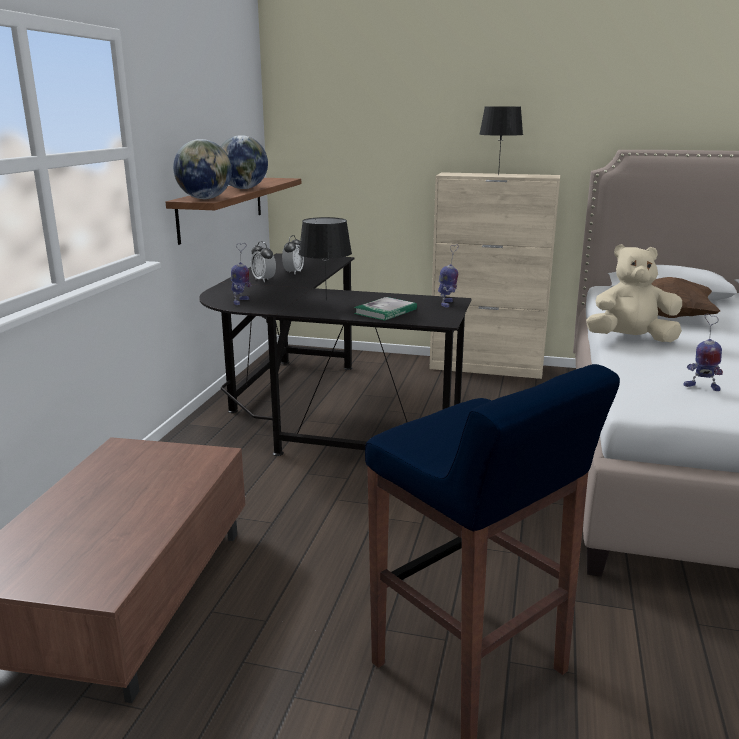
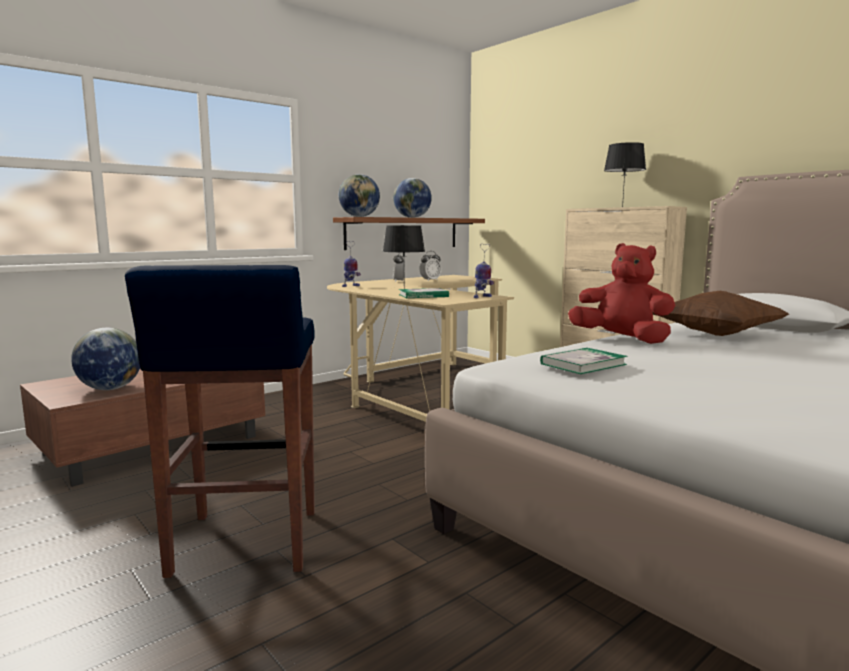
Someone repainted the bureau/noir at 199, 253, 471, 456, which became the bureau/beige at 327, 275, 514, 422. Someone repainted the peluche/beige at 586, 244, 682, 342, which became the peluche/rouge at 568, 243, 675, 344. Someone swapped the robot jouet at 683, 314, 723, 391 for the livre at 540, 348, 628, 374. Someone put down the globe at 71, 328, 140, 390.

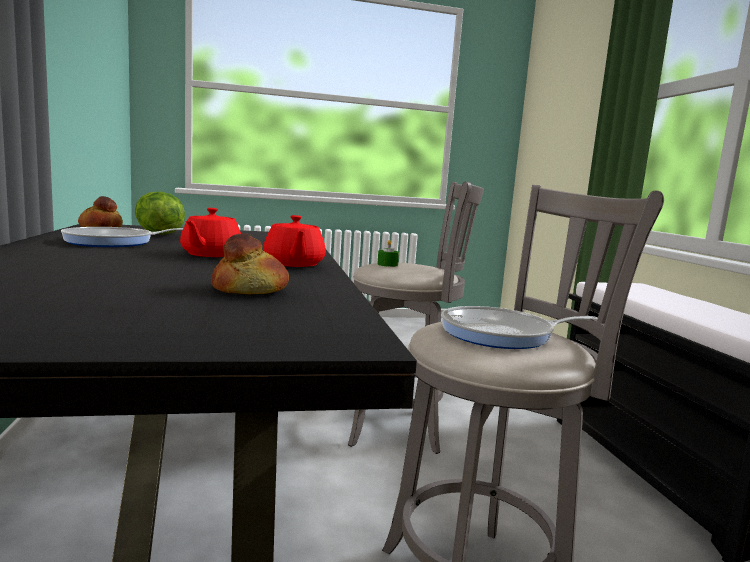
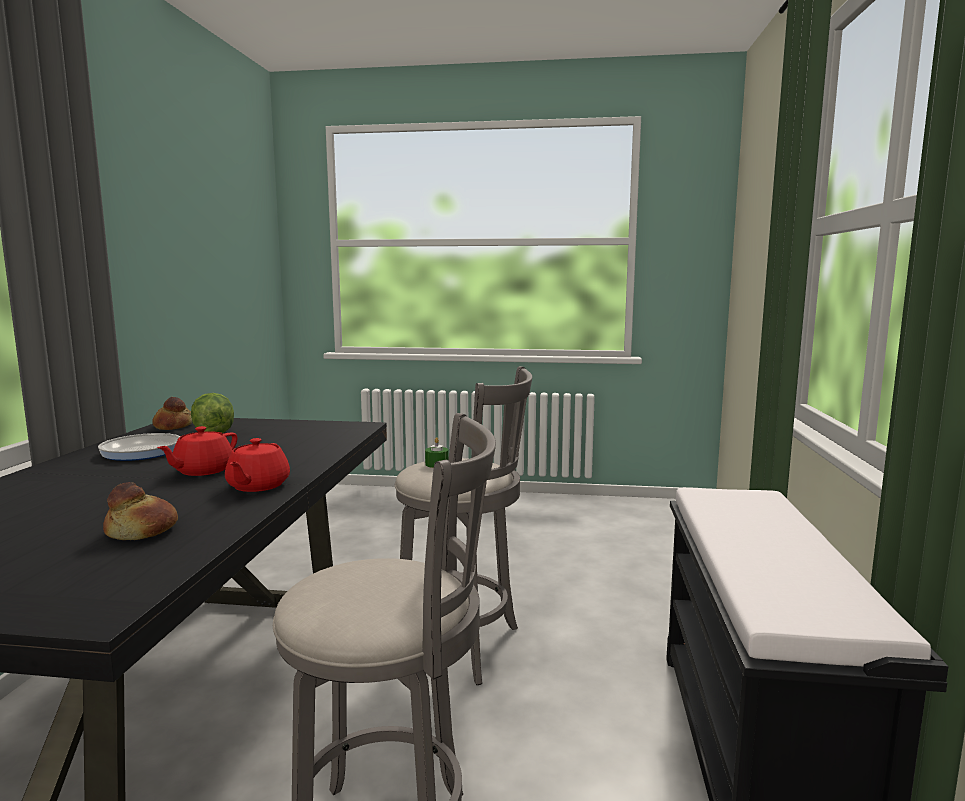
Someone took away the poêle at 441, 306, 598, 349.

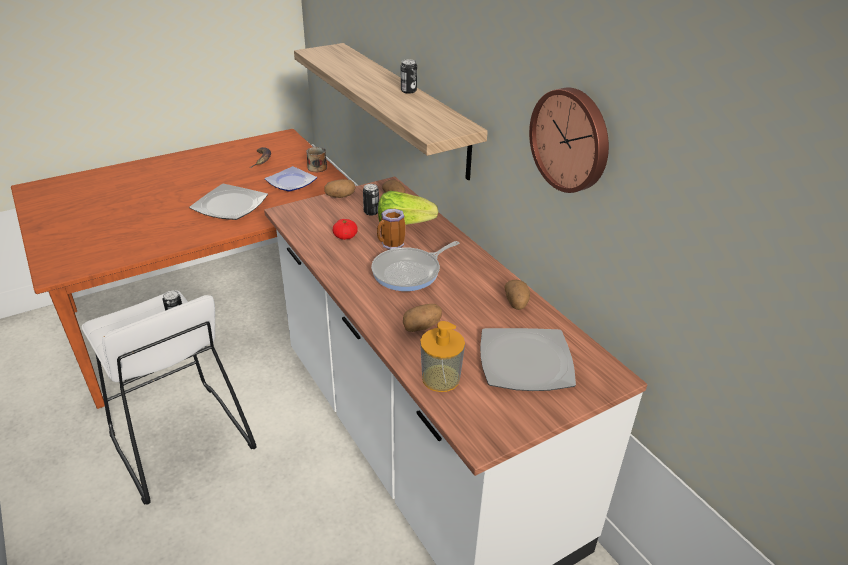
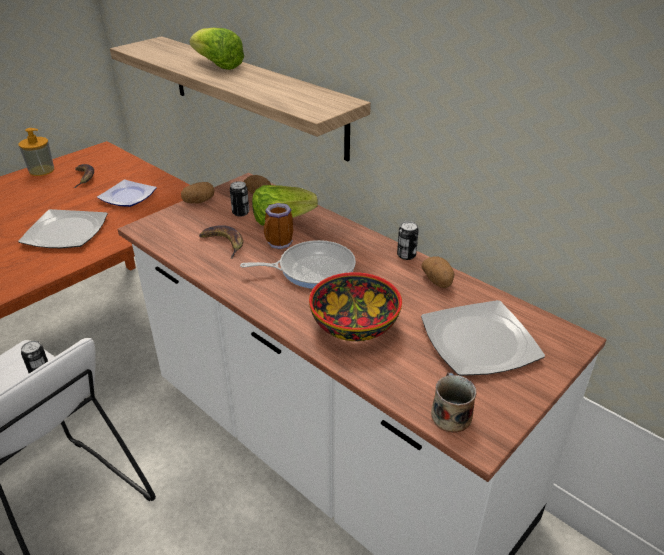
Someone carried the mug from 306, 147, 327, 172 to 431, 373, 477, 433. Someone swapped the tomate at 333, 219, 358, 240 for the banane at 199, 225, 243, 259. Someone rotated the poêle at 371, 241, 459, 291 by 135 degrees counterclockwise. Someone carried the boîte métallique from 401, 59, 417, 94 to 397, 221, 419, 260. Someone swapped the pomme de terre at 403, 304, 442, 332 for the bol at 309, 272, 402, 341. Someone carried the distributeur de savon from 420, 321, 465, 392 to 19, 128, 54, 176. Someone took away the horloge murale at 529, 88, 609, 193. Someone put down the laitue at 189, 28, 244, 70.

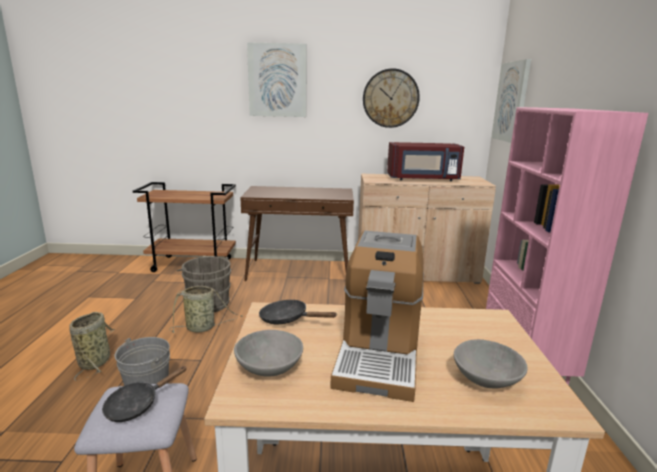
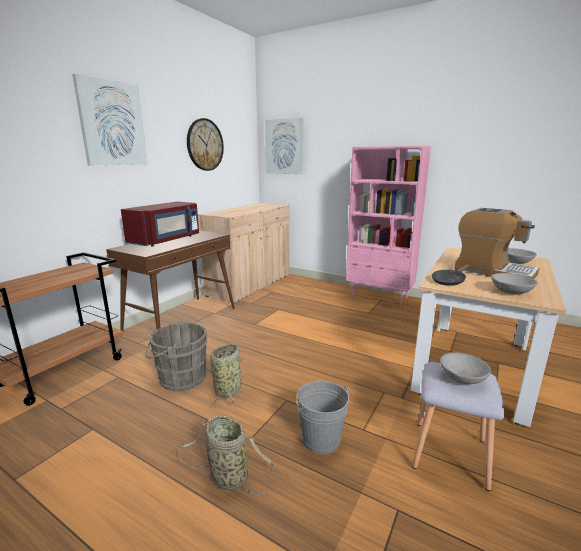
Someone swapped the poêle/noir at 102, 366, 187, 422 for the bol/gris at 440, 352, 491, 384. Someone carried the micro-ondes/rouge from 387, 142, 464, 181 to 121, 202, 199, 247.

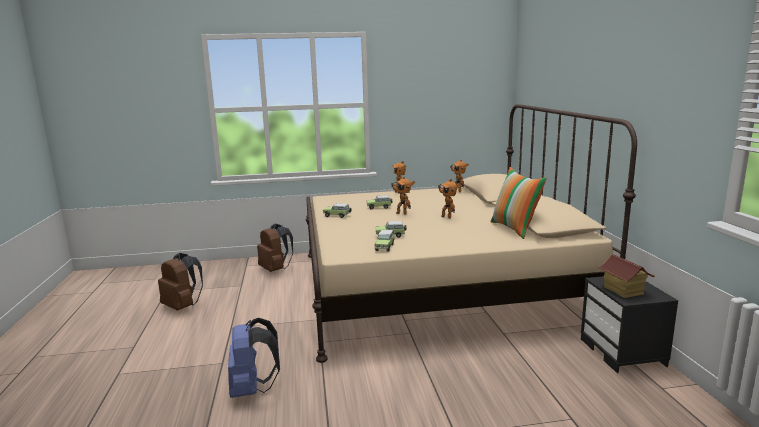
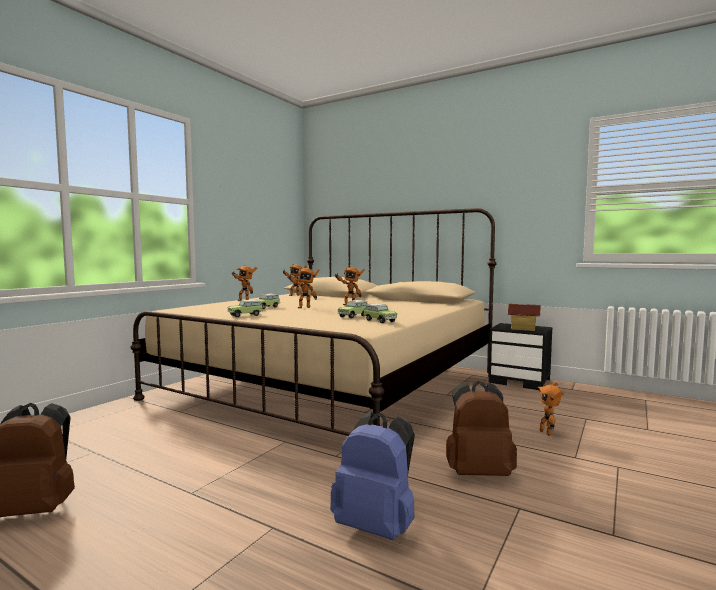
Someone carried the sac à dos/marron from 257, 224, 293, 272 to 446, 381, 517, 476. Someone took away the coussin at 491, 167, 547, 239. Someone put down the robot jouet at 537, 382, 564, 436.

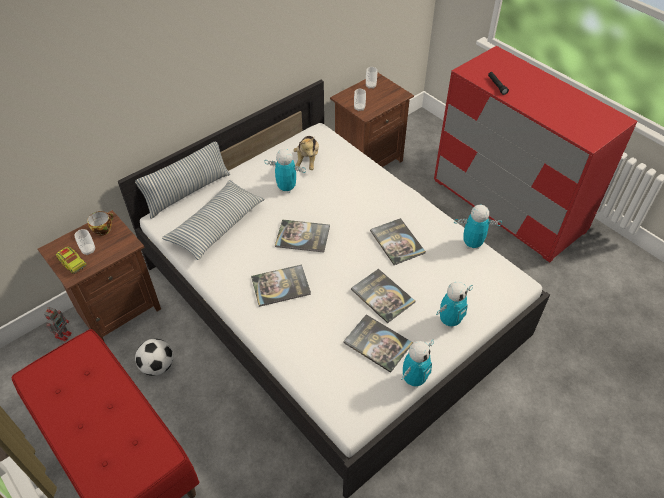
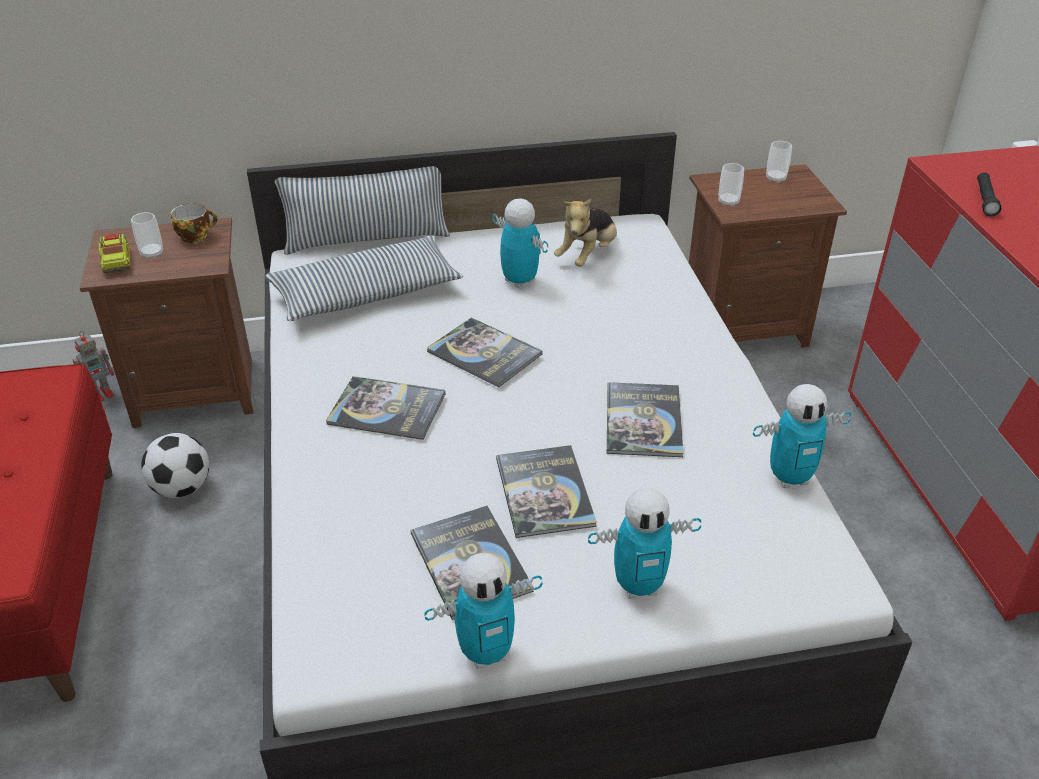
Someone rotated the robot jouet at 454, 204, 502, 249 by 135 degrees clockwise.

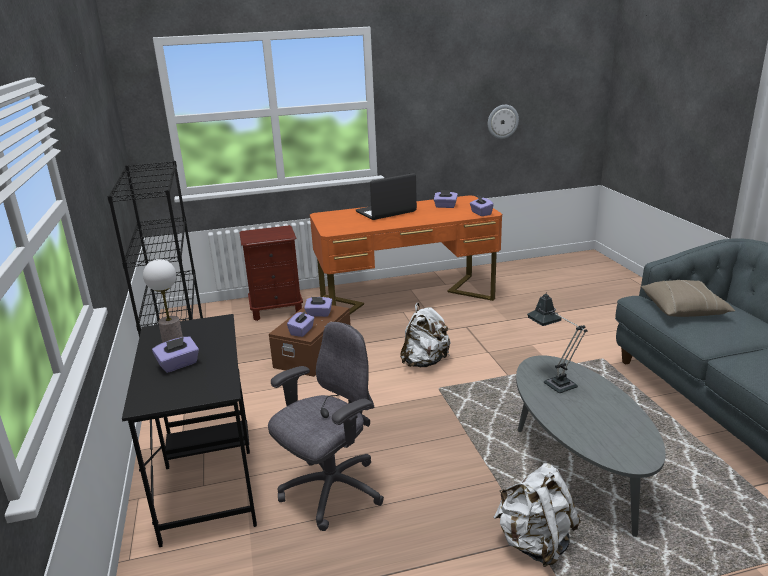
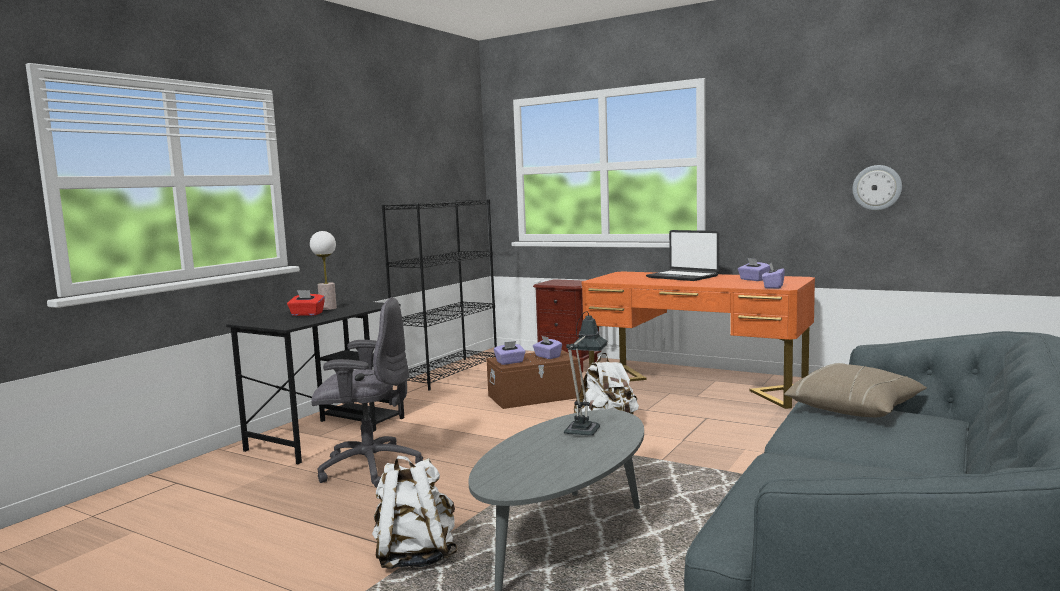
Someone repainted the boîte à mouchoirs/violet at 152, 337, 199, 373, which became the boîte à mouchoirs/rouge at 287, 290, 325, 316. Someone rotated the ordinateur portable at 356, 173, 417, 220 by 150 degrees counterclockwise.

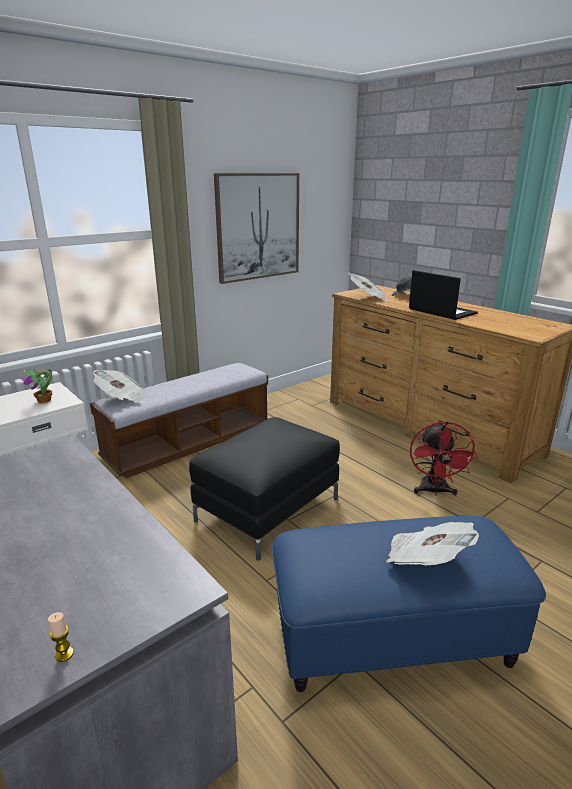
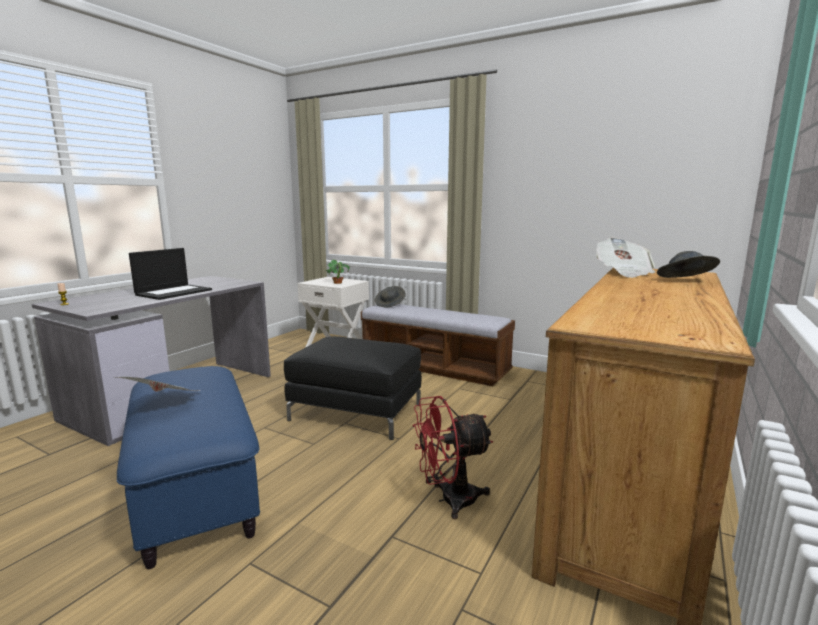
Someone swapped the journal at 93, 370, 145, 403 for the chapeau/gris at 375, 286, 406, 307. Someone took away the tableau at 214, 173, 299, 284. Someone carried the ordinateur portable from 409, 270, 478, 320 to 129, 248, 212, 300.

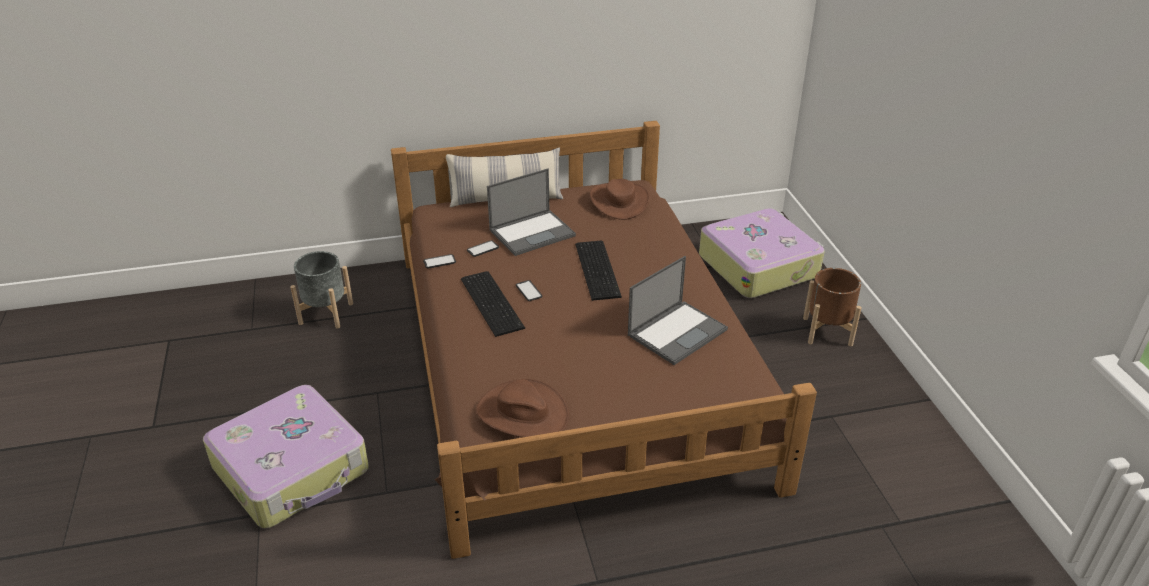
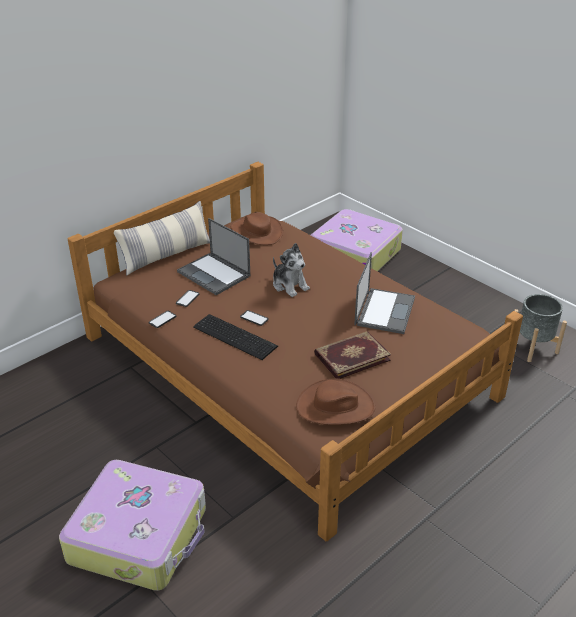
Someone carried the cache-pot/gris from 290, 251, 353, 329 to 514, 294, 567, 362. Someone rotated the ordinateur portable at 487, 169, 576, 256 by 105 degrees clockwise. Someone swapped the clavier at 575, 241, 622, 301 for the peluche at 273, 243, 310, 297. Someone took away the cache-pot/marron at 803, 268, 862, 346. Someone put down the livre at 314, 331, 391, 379.

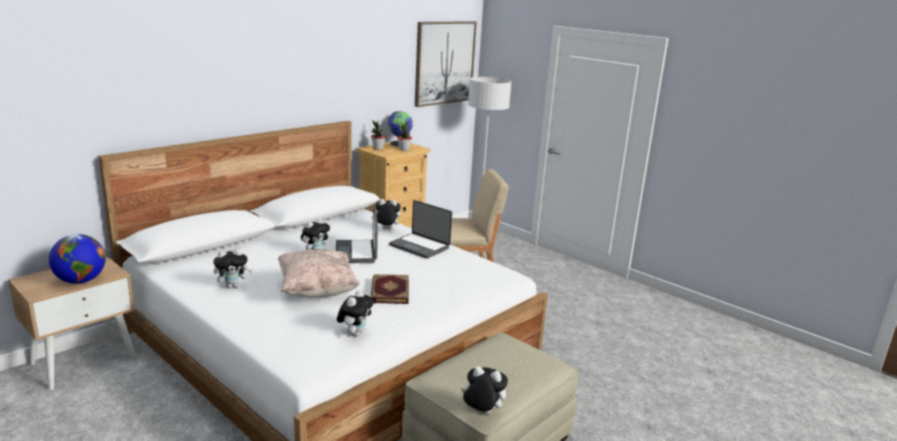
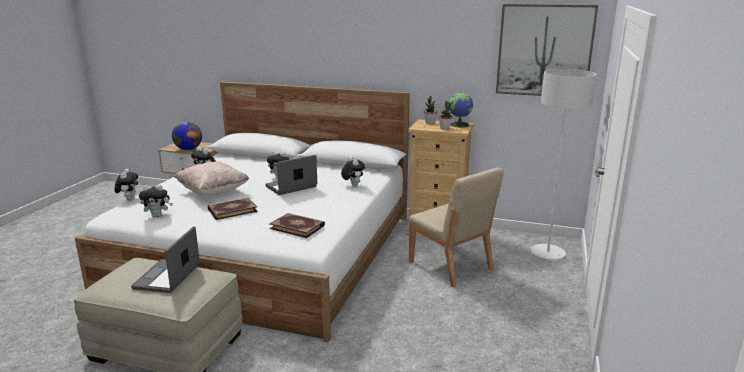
Someone carried the ordinateur portable from 389, 200, 452, 259 to 131, 226, 200, 293. Someone carried the peluche from 461, 366, 508, 414 to 114, 169, 138, 201. Someone put down the livre at 269, 213, 325, 238.

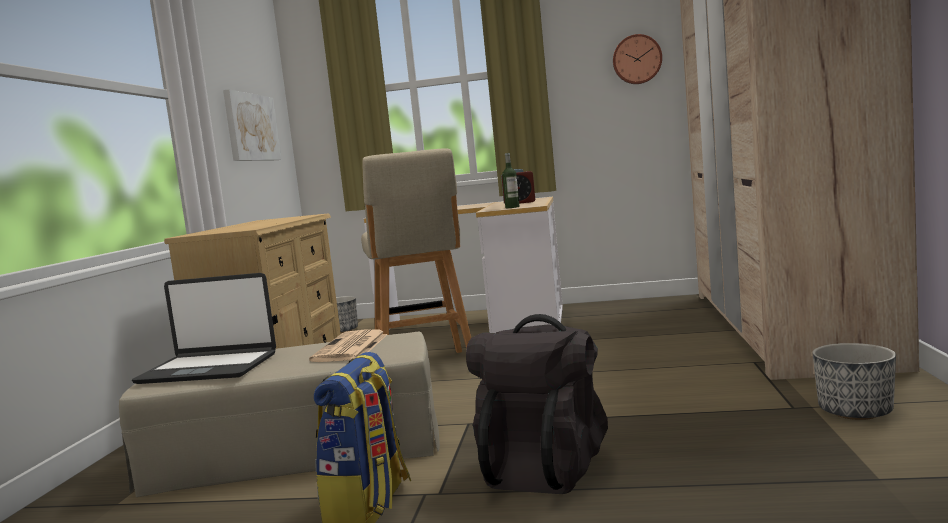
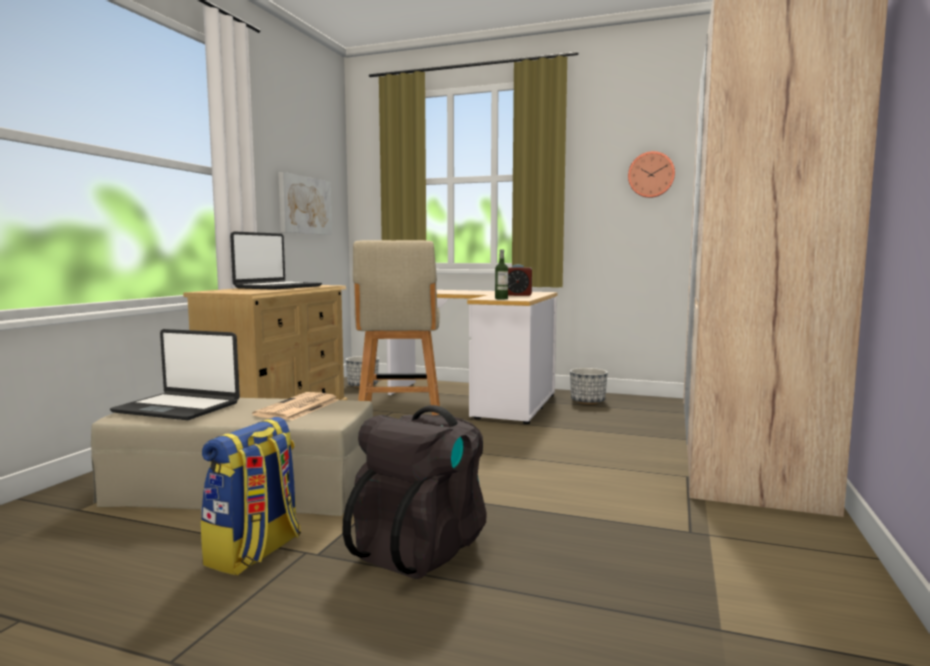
Someone carried the cache-pot from 812, 343, 896, 420 to 570, 368, 608, 404. Someone put down the ordinateur portable at 230, 231, 322, 290.

